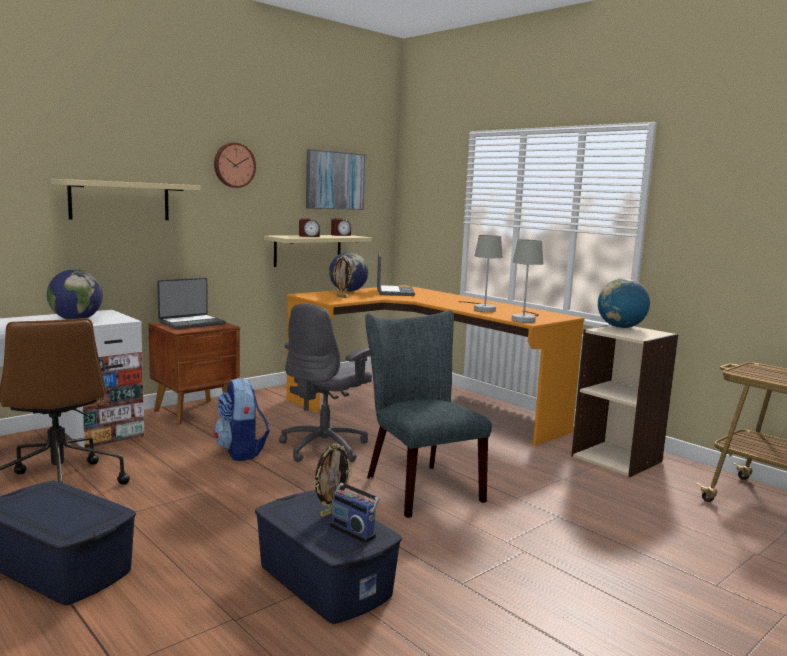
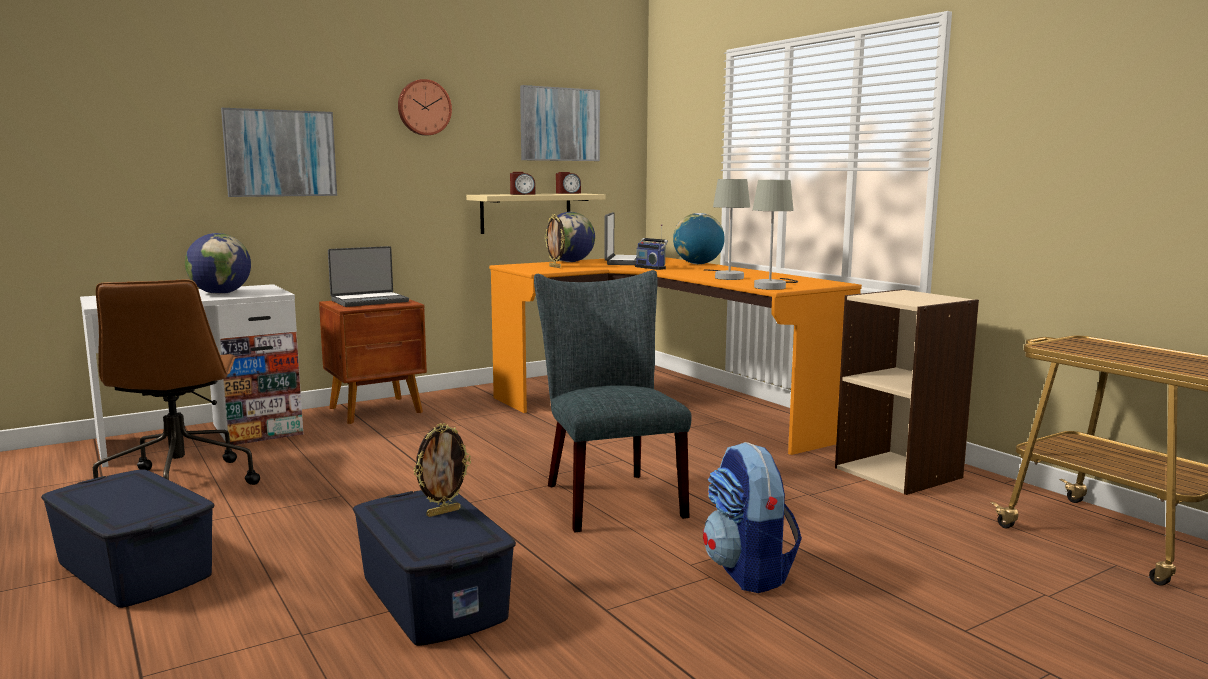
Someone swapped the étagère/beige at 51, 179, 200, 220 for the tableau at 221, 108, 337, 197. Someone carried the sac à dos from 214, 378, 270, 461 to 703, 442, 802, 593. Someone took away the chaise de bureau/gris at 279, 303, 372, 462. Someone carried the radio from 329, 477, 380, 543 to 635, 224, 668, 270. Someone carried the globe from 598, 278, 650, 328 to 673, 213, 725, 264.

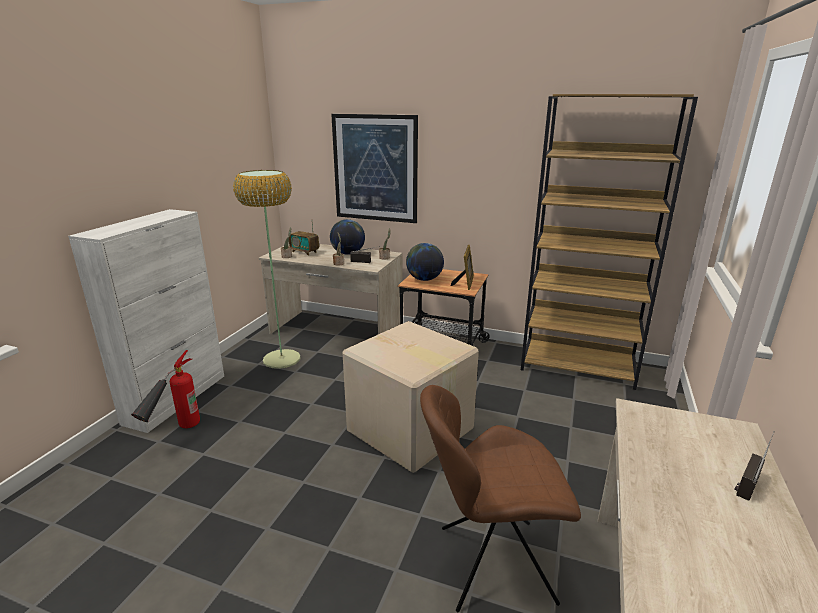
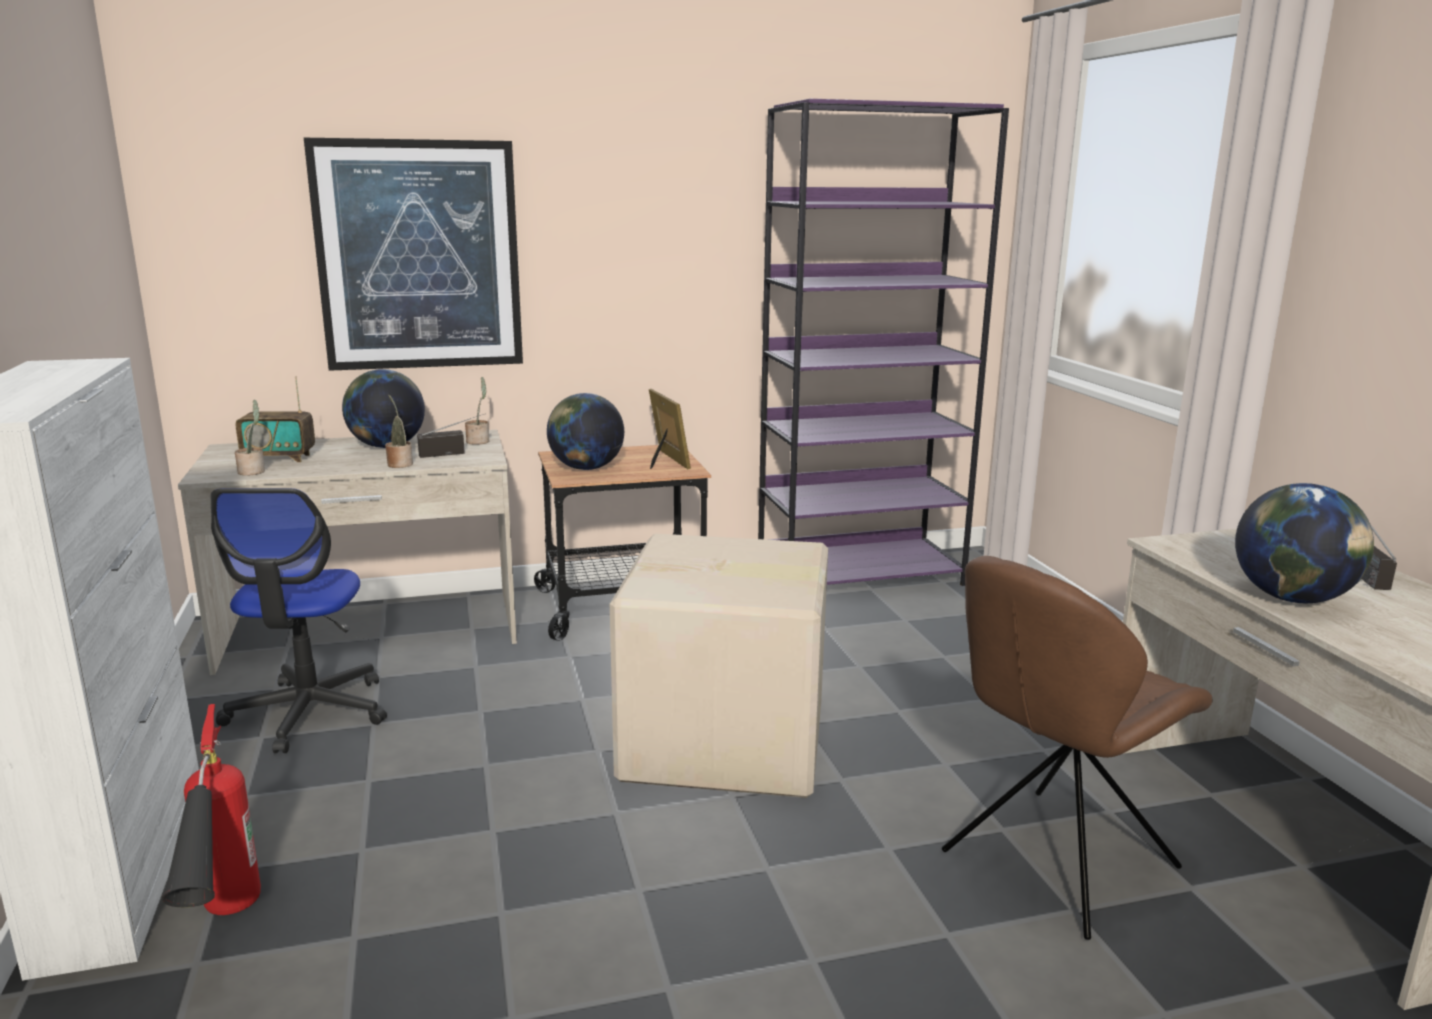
Someone swapped the lampadaire at 233, 170, 300, 369 for the chaise de bureau at 211, 488, 387, 753. Someone repainted the bibliothèque/marron at 521, 94, 698, 390, which became the bibliothèque/violet at 758, 99, 1009, 586. Someone put down the globe at 1235, 483, 1374, 603.

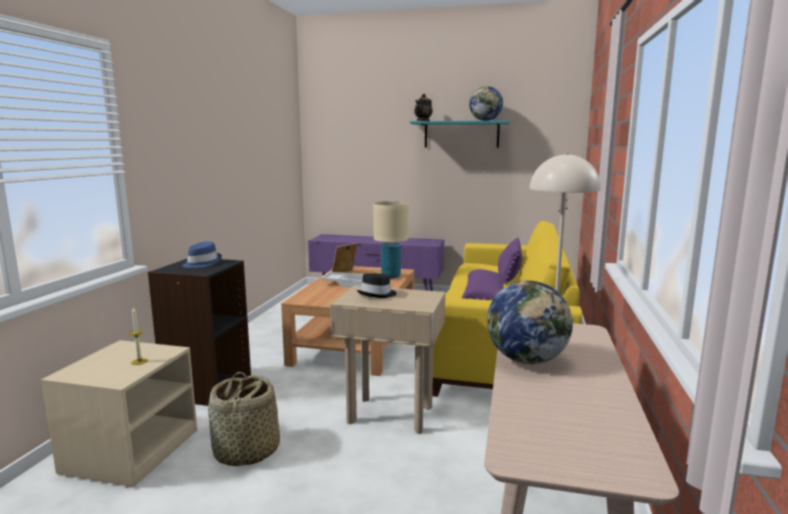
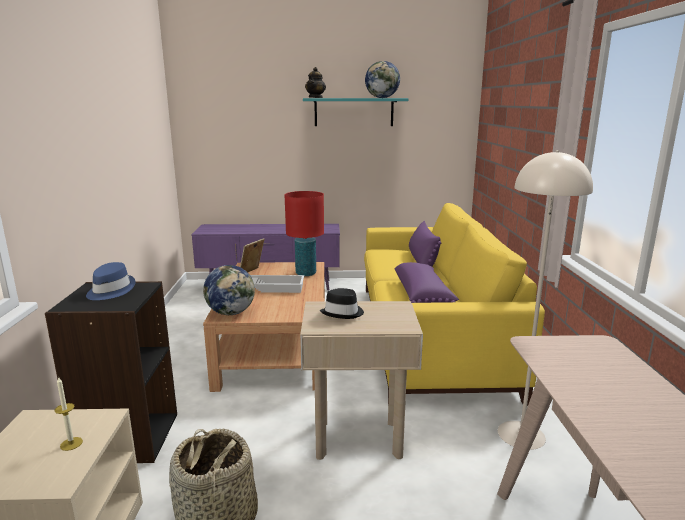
Someone repainted the lampe de table/beige at 373, 201, 409, 279, which became the lampe de table/rouge at 284, 191, 324, 276. Someone carried the globe from 487, 281, 574, 364 to 203, 265, 255, 315.

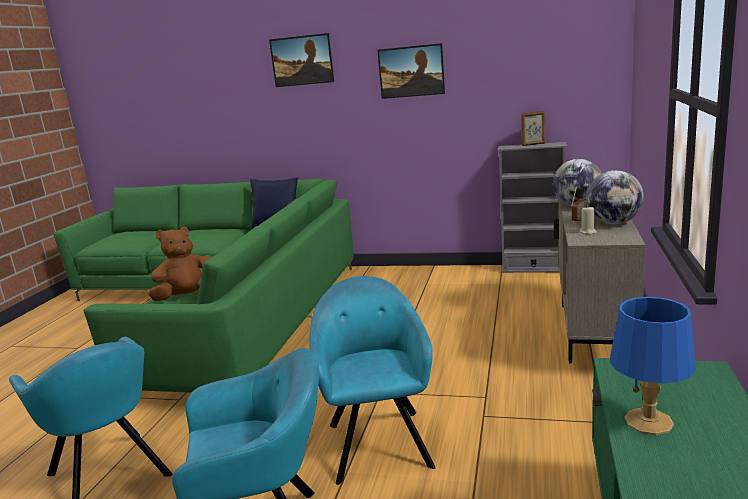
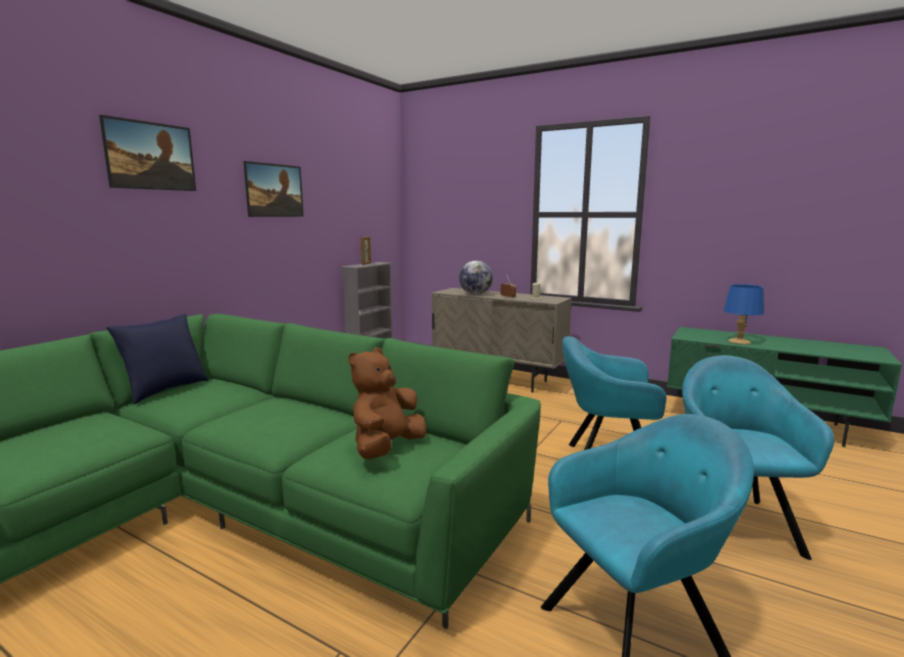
Someone rotated the peluche/marron at 148, 227, 212, 301 by 45 degrees clockwise. Someone took away the globe at 586, 170, 644, 224.

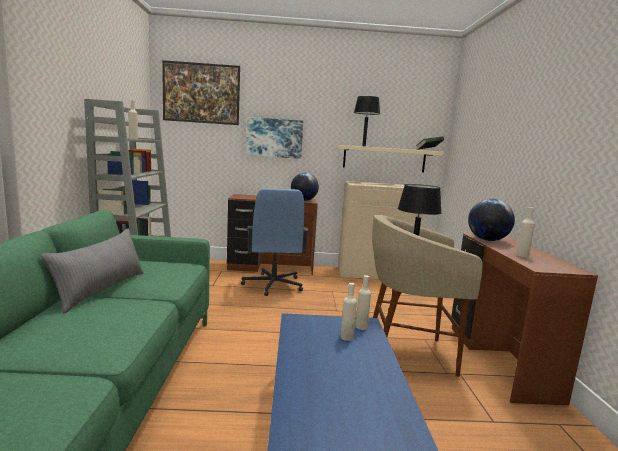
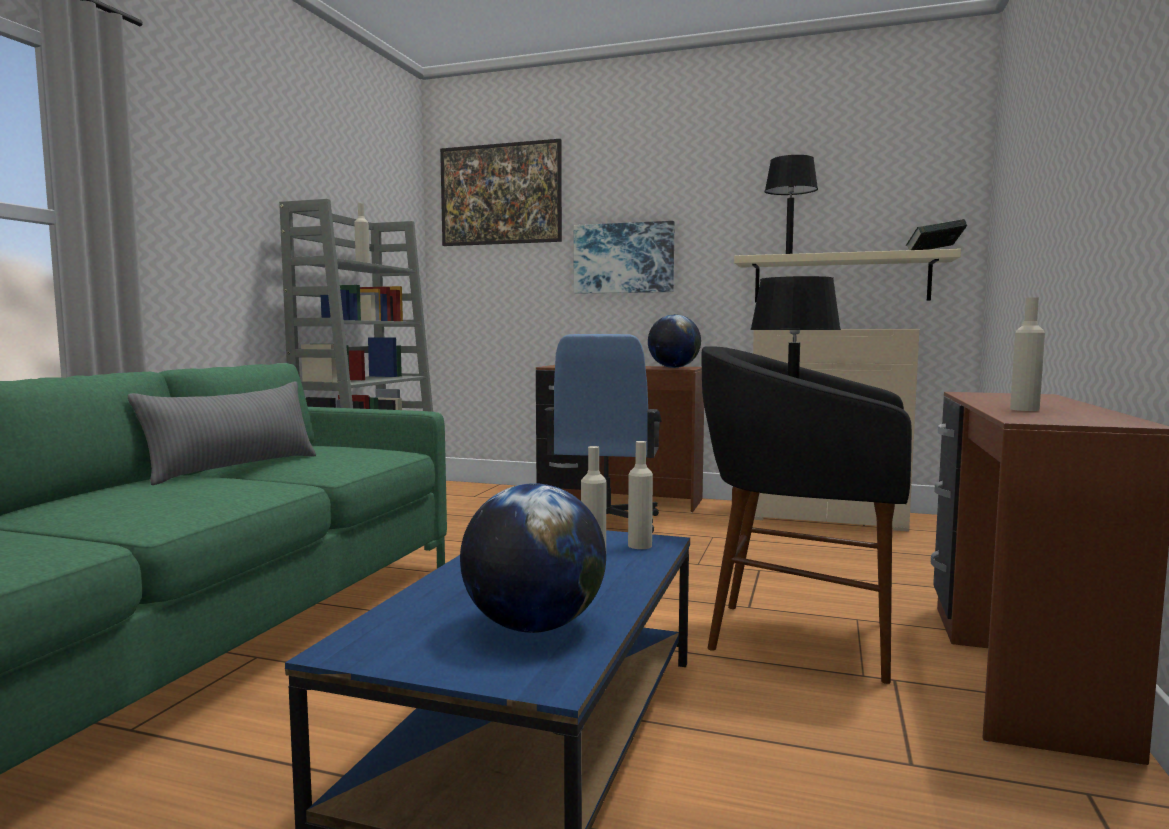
Someone repainted the tabouret/beige at 372, 215, 483, 377, which became the tabouret/noir at 702, 346, 912, 684. Someone carried the globe from 468, 199, 515, 241 to 460, 483, 606, 633.

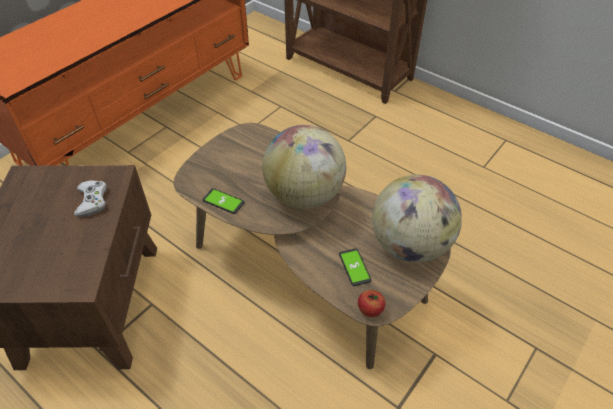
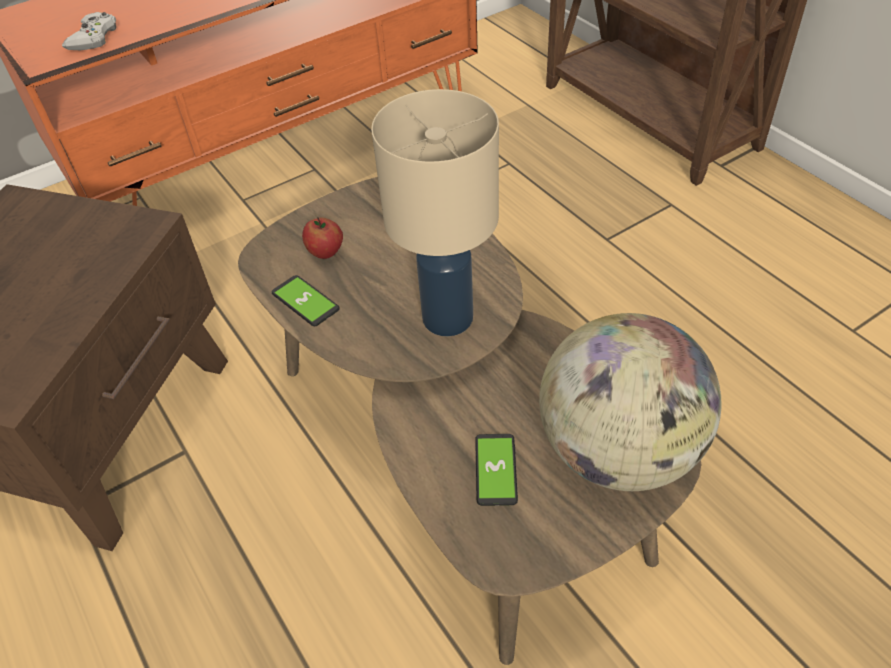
Someone carried the manette/blanc from 74, 180, 107, 217 to 62, 12, 116, 50. Someone swapped the globe at 262, 125, 346, 209 for the lampe de table/beige at 371, 89, 499, 336. Someone carried the pomme from 358, 290, 385, 317 to 302, 217, 343, 259.

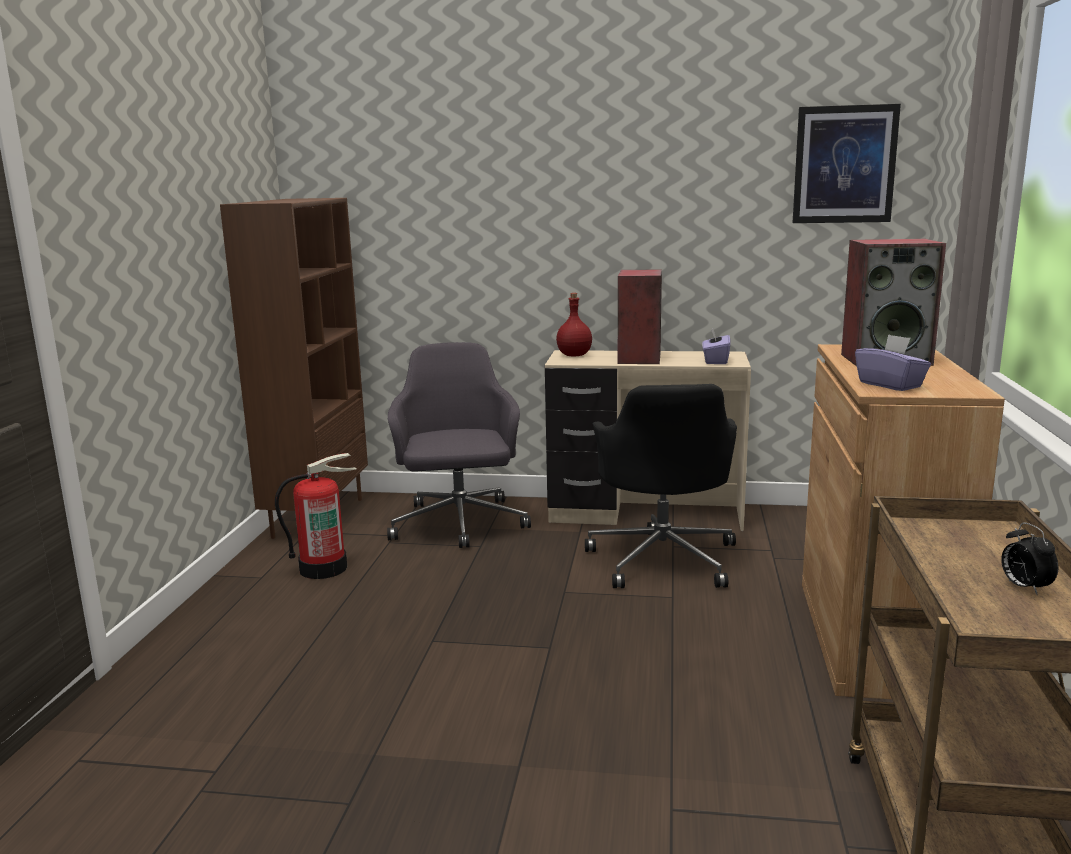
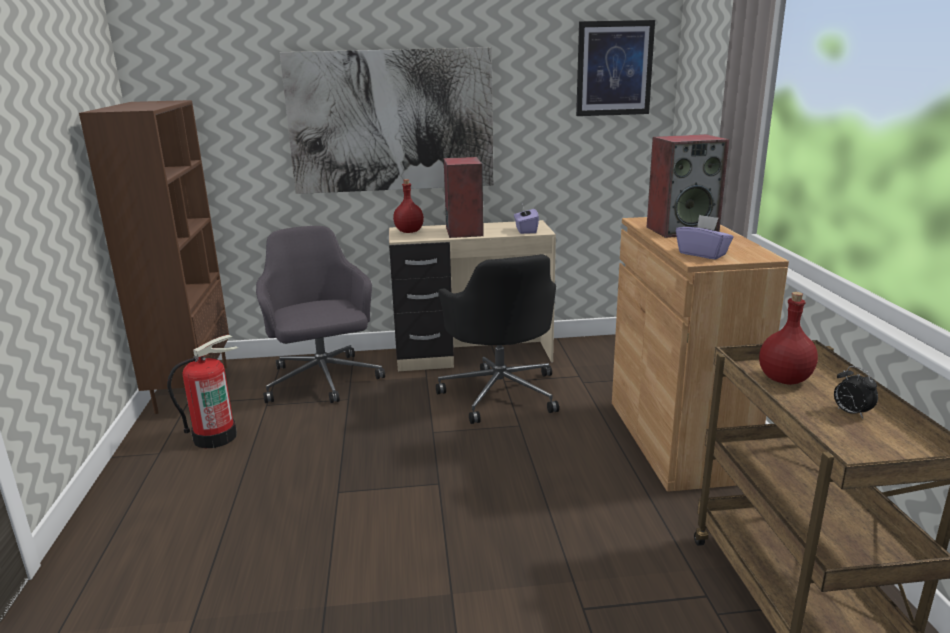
Someone put up the tableau at 280, 47, 493, 194. Someone put down the bouteille/rouge at 759, 292, 818, 385.

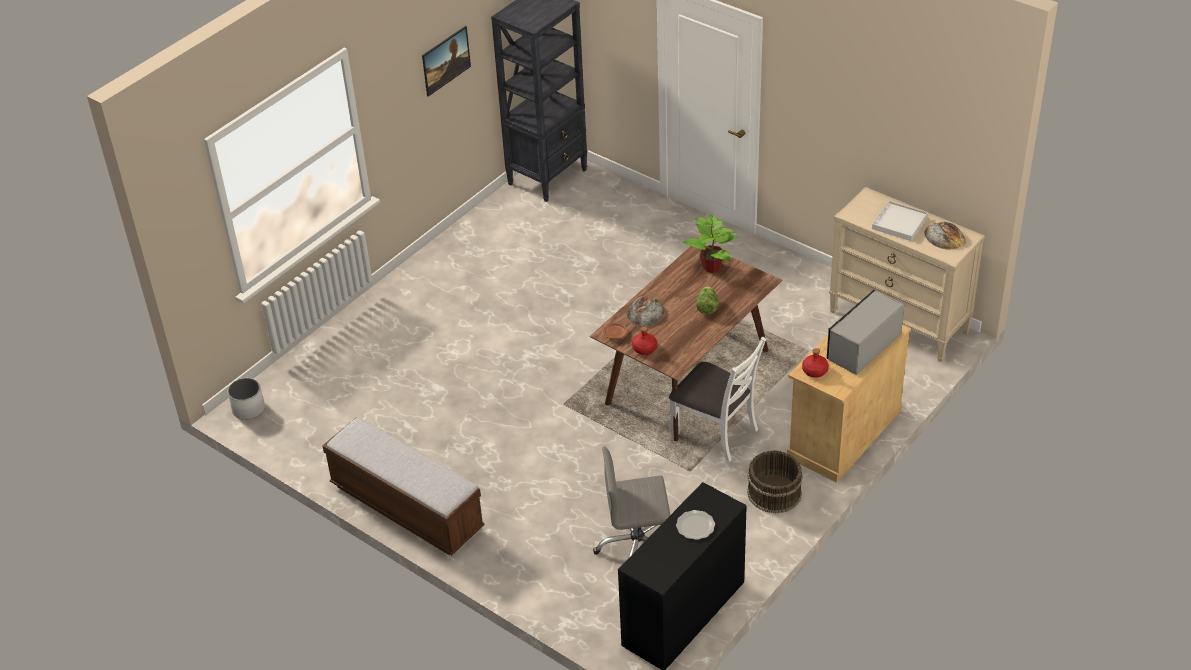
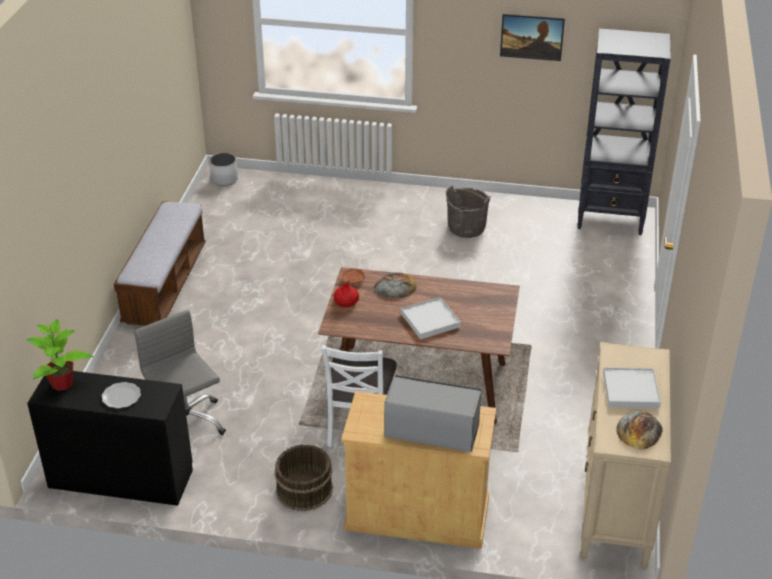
Someone carried the plante en pot from 683, 214, 738, 273 to 27, 319, 94, 391. Someone swapped the laitue at 696, 286, 719, 314 for the plateau/blanc at 401, 297, 461, 339. Someone took away the bouteille/rouge at 802, 348, 829, 378. Someone put down the seau/gris at 446, 186, 491, 238.

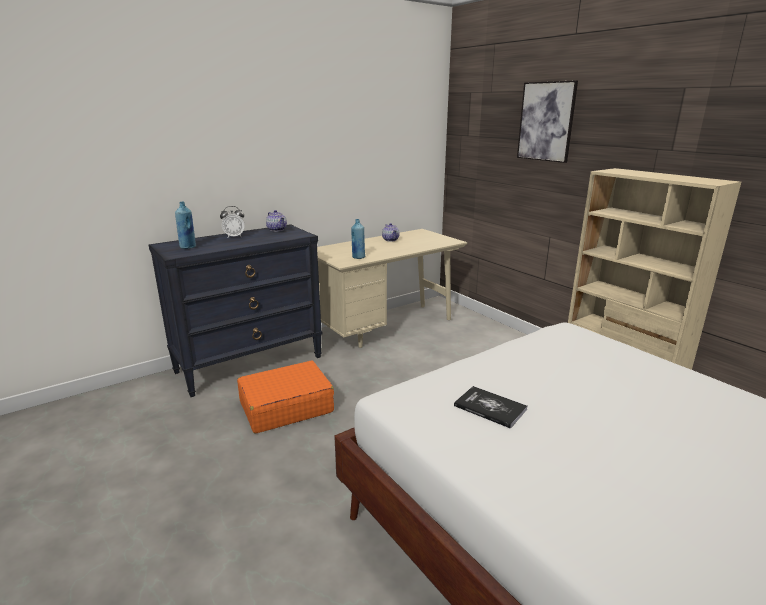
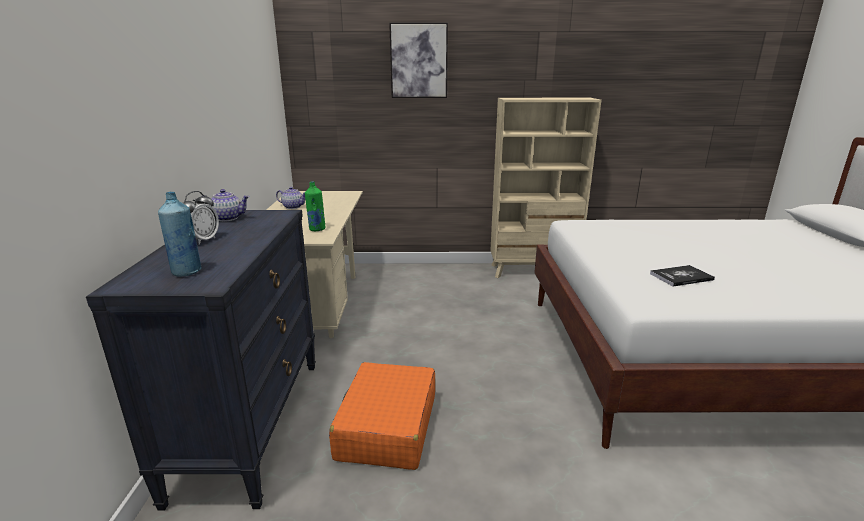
Someone repainted the bouteille/bleu at 351, 219, 365, 259, which became the bouteille/vert at 305, 181, 325, 231.

